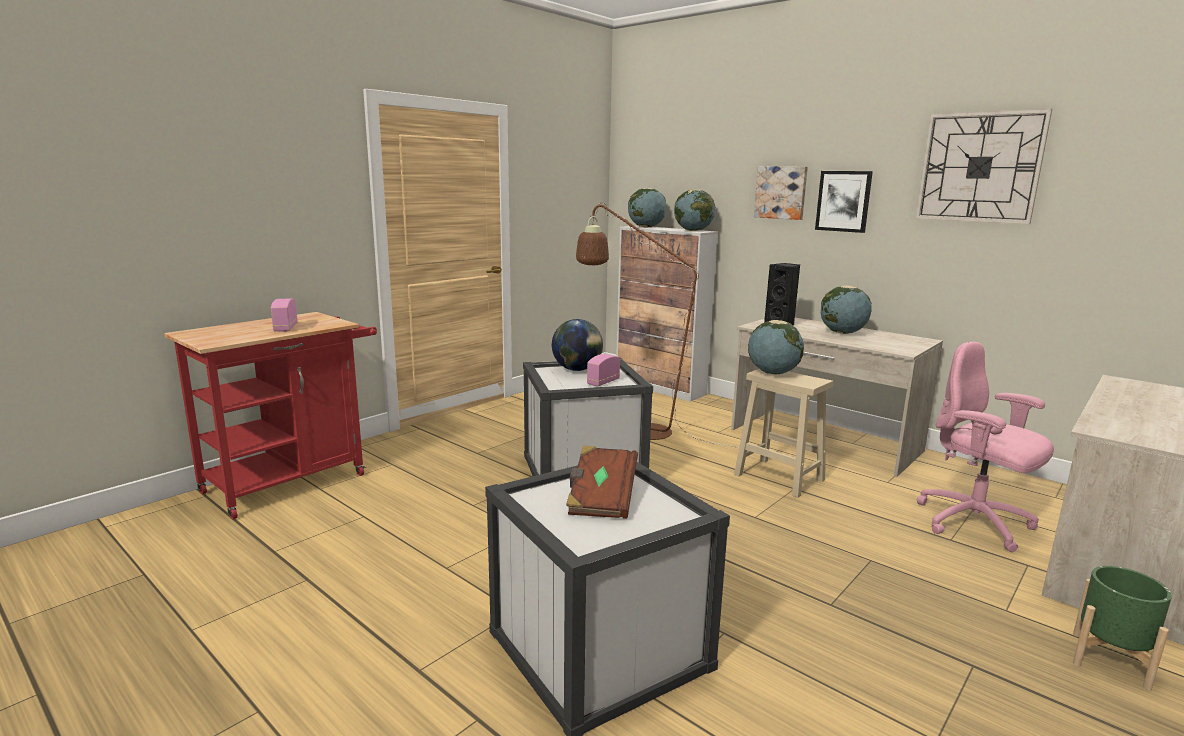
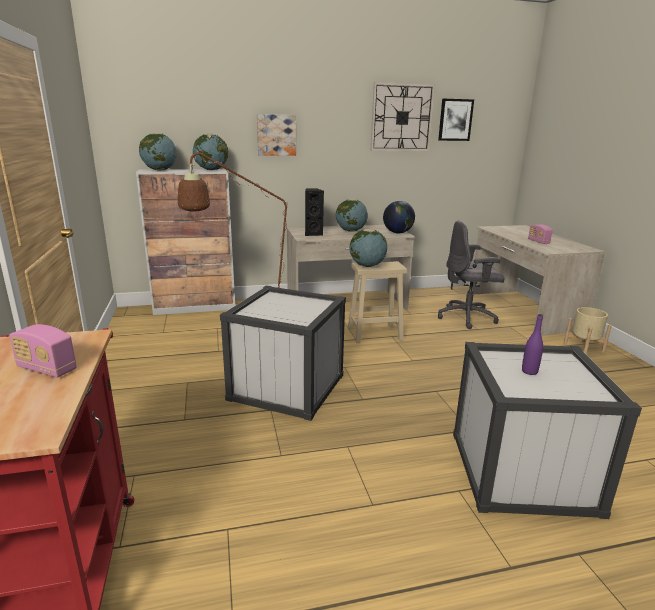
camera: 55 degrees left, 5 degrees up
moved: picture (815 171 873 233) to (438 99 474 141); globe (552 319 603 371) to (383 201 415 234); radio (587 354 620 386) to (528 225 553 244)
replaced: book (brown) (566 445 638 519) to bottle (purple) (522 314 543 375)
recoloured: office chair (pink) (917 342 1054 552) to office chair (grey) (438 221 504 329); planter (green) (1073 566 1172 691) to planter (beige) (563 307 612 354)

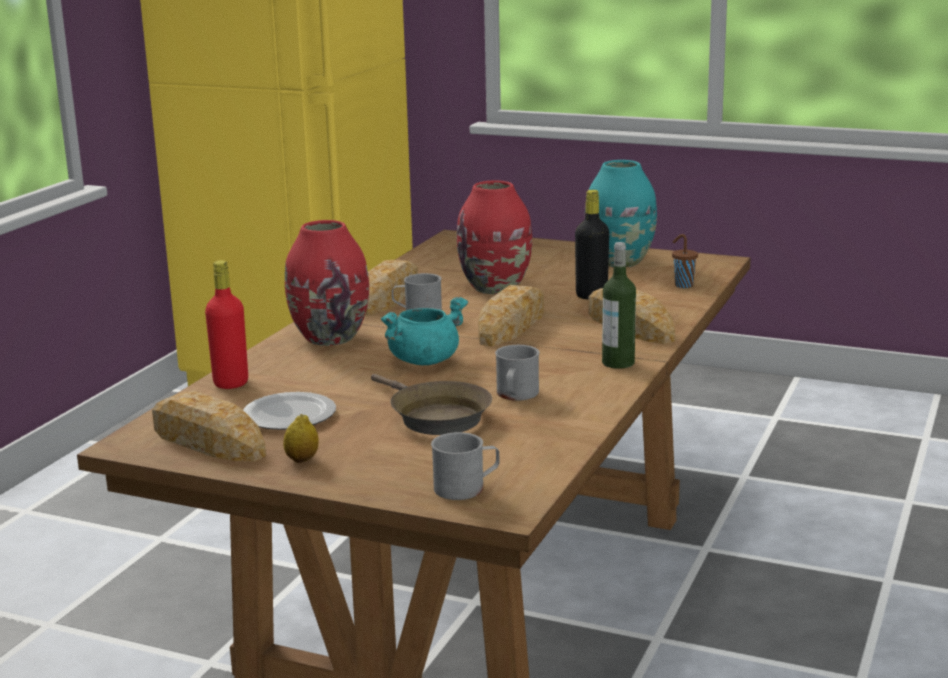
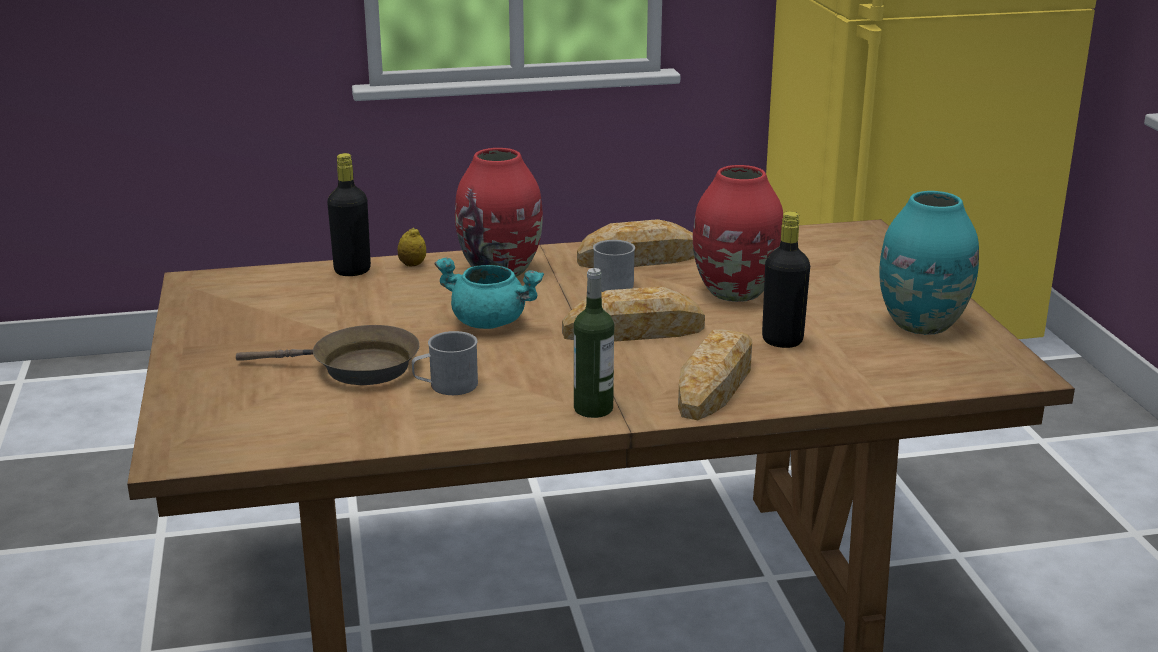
camera: 55 degrees right, 5 degrees up
removed: cup (brown) (672 234 698 288); bread (152 391 266 462); plate (243 392 336 430); mug (grey) (431 432 499 500)
moved: lemon (283 414 319 463) to (398 227 426 266)
recoloured: bottle (red) (205 260 248 389) to bottle (black) (327 153 371 276)
turned: frying pan (brown) (371 374 492 435) = (236 325 419 385) 105 degrees counterclockwise

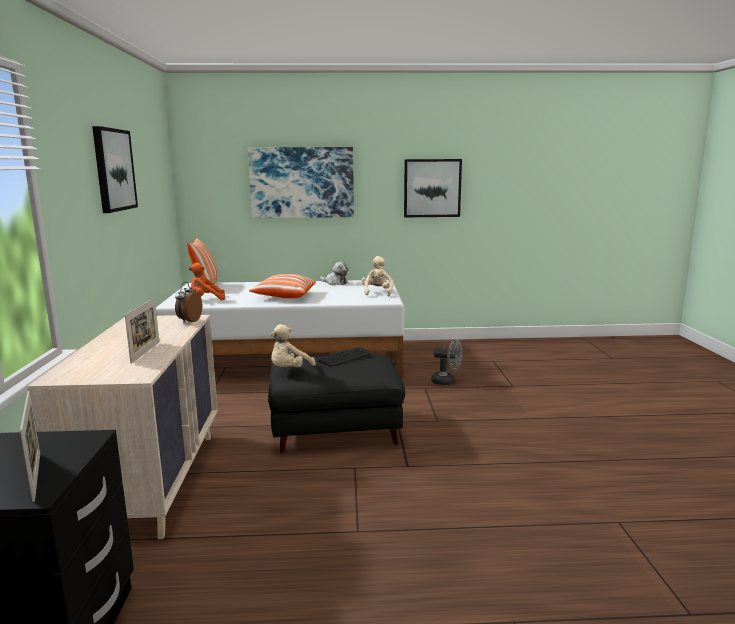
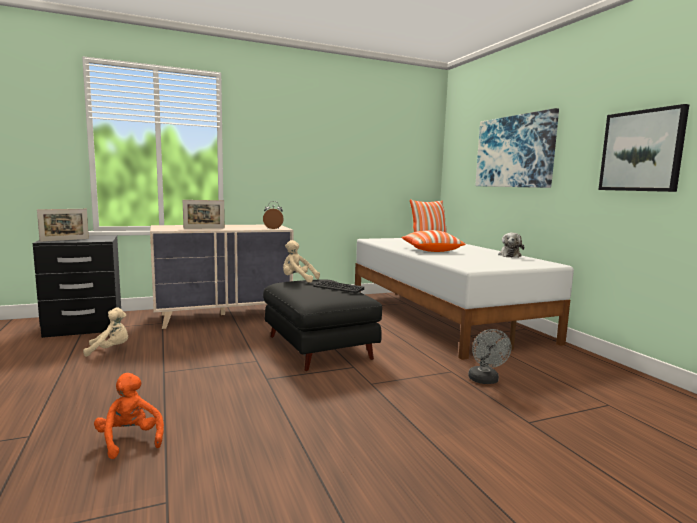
camera: 70 degrees right, 5 degrees down
removed: picture (92 126 138 213)
moved: plush toy (beige) (362 256 393 296) to (83 308 128 357); plush toy (orange) (189 263 225 300) to (94 373 164 459)

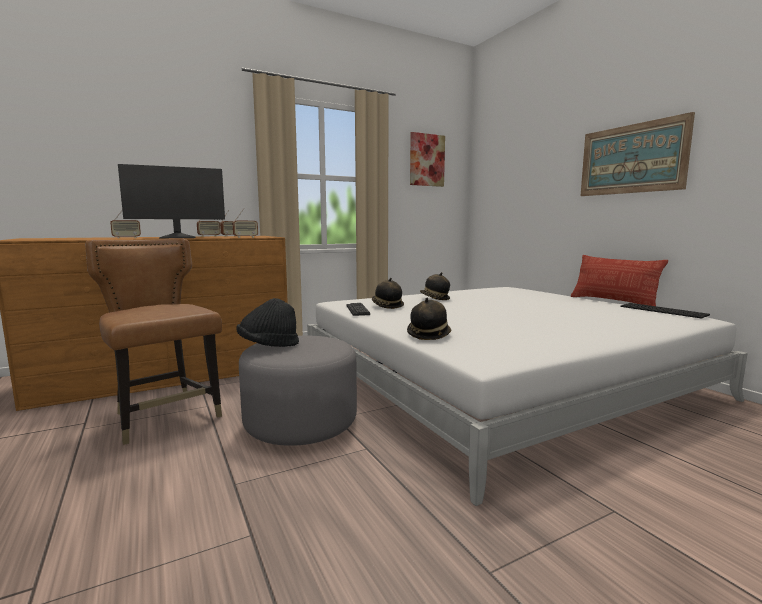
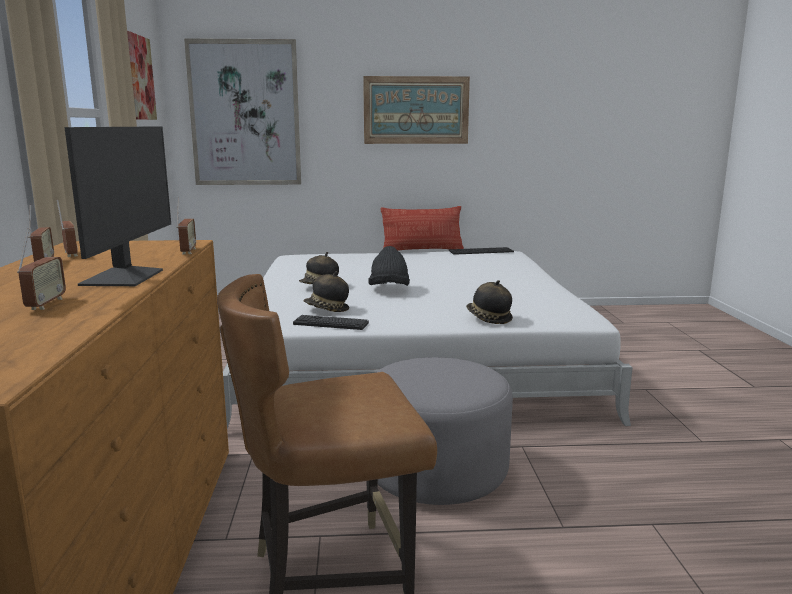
camera: 65 degrees left, 5 degrees up
added: picture (184 38 301 185)
moved: hat (black) (237 298 299 347) to (368 246 410 286)

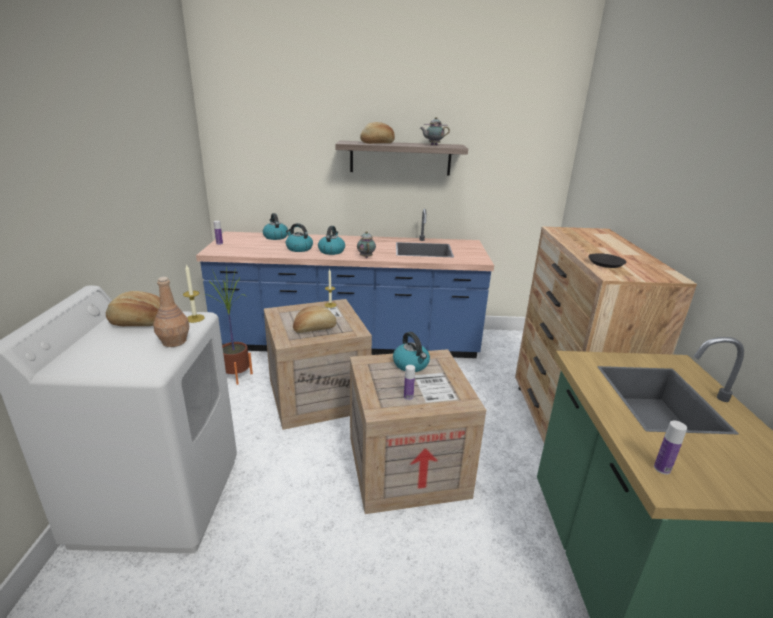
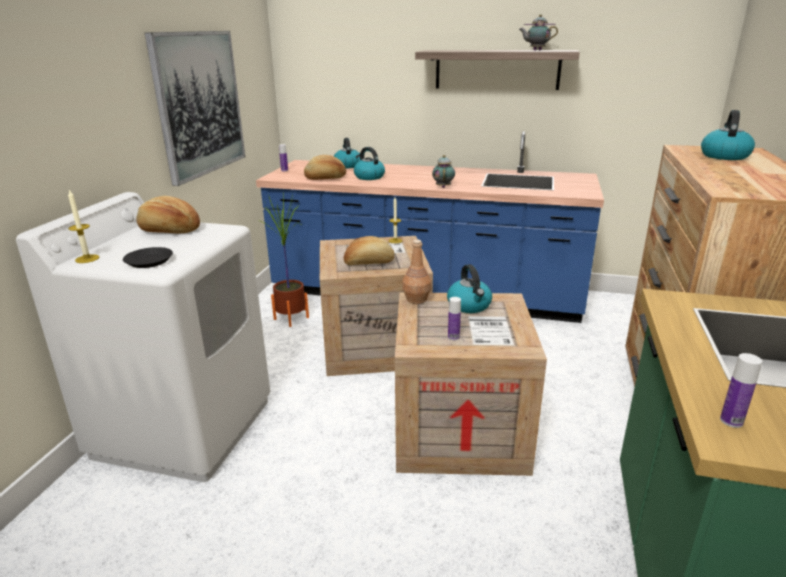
camera: 15 degrees right, 0 degrees up
added: picture (145 31 245 186)
moved: bread (360 122 395 144) to (304 155 346 180); kettle (318 226 345 255) to (701 110 755 160); plate (black) (588 253 626 268) to (123 247 173 268); candle (183 264 205 323) to (68 190 99 263); bottle (brown) (153 277 189 347) to (402 239 432 304)

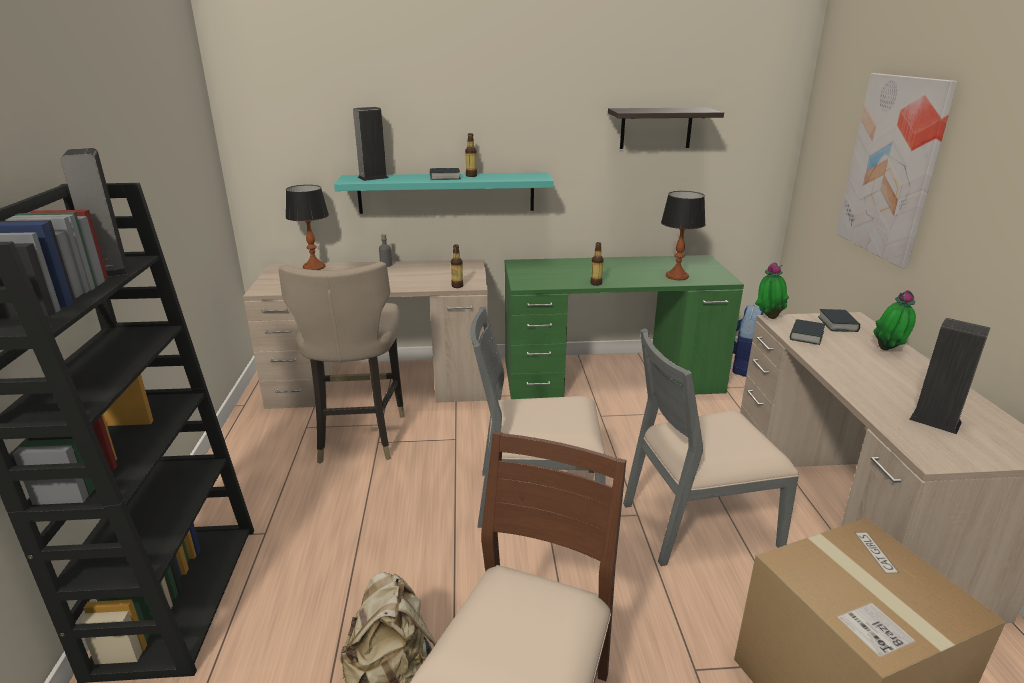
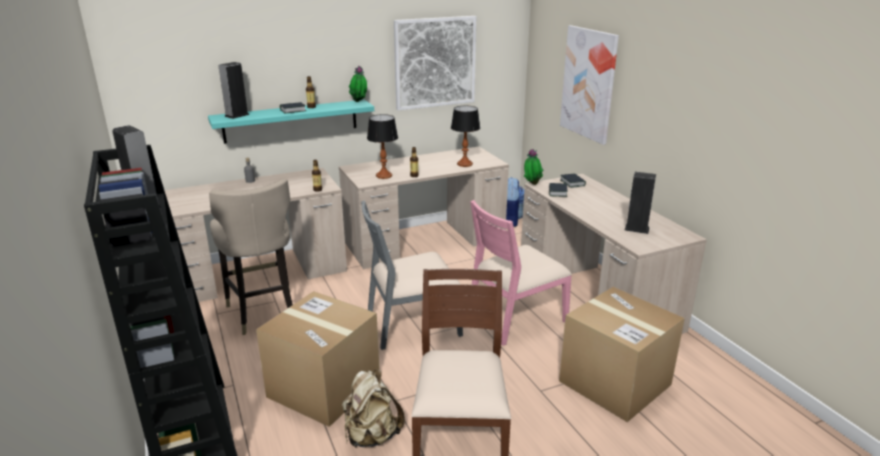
camera: 20 degrees left, 0 degrees up
added: cardboard box (256 291 380 427)
moved: table lamp (286 185 329 270) to (367 114 398 179); potted plant (873 290 916 350) to (349 66 367 102)
replaced: shelf (608 108 724 149) to picture (394 16 476 110)
recoloured: desk (green) (505 255 744 399) to desk (beige) (339 147 509 269); chair (grey) (623 328 799 566) to chair (pink) (470 200 572 346)

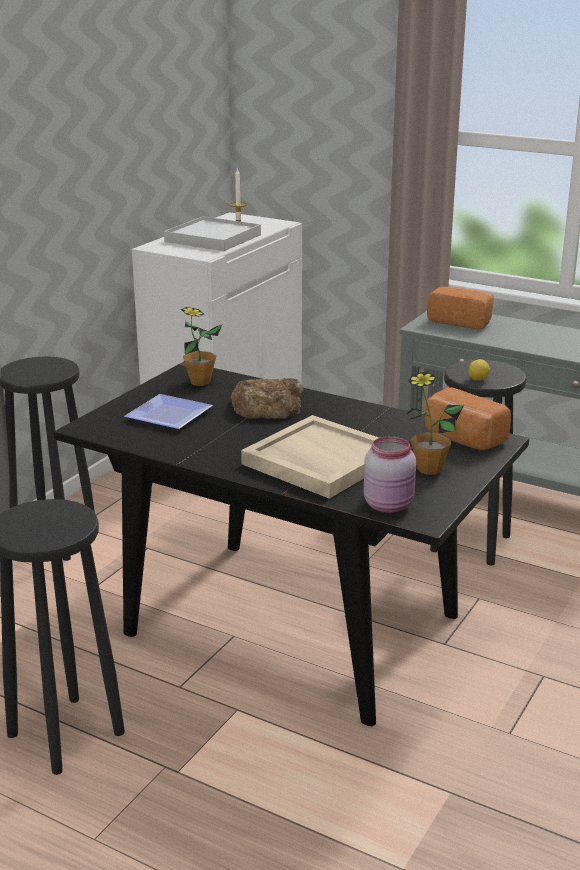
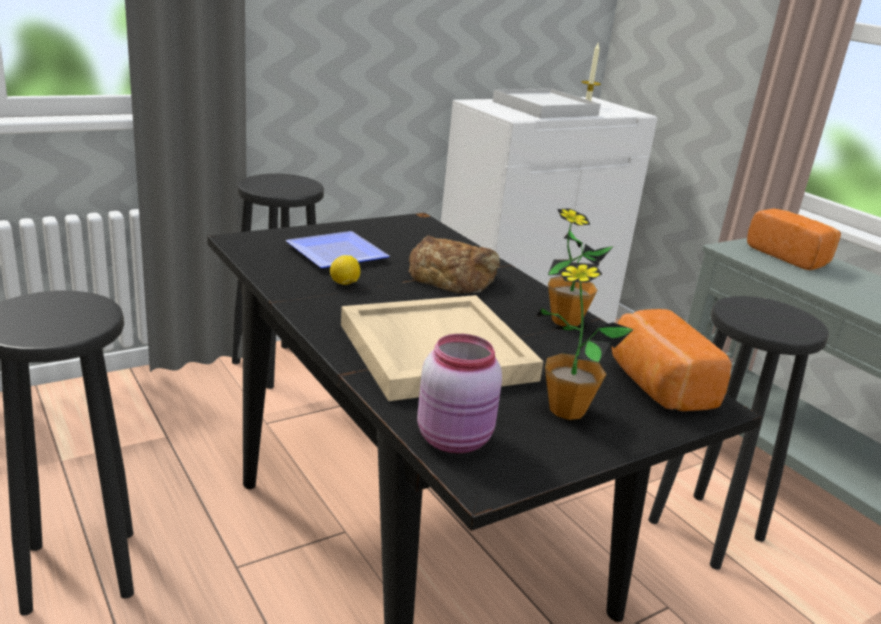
camera: 25 degrees right, 0 degrees up
moved: potted plant (181 307 222 386) to (548 208 614 326); lemon (469 359 490 381) to (330 255 360 285)

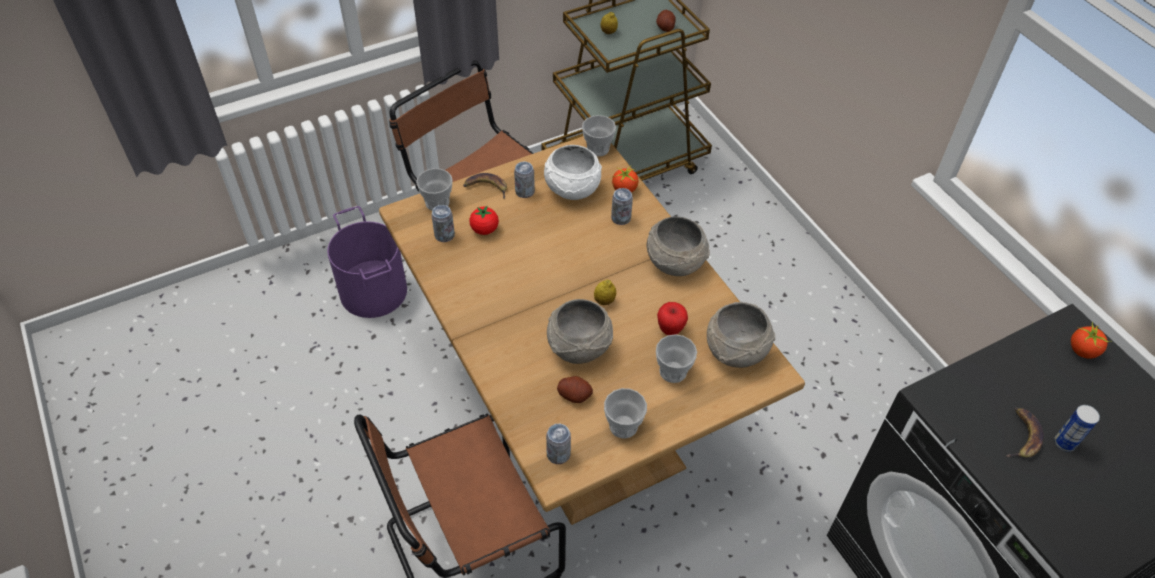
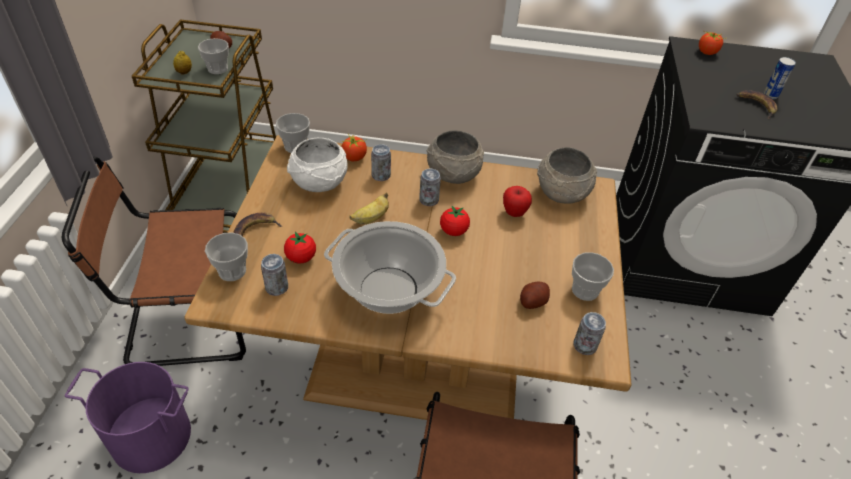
camera: 55 degrees left, 5 degrees down
removed: bowl (grey) (547 299 613 364)
added: banana (349 192 389 224); cooking pot (324 221 456 314)
moved: can (514 162 535 198) to (419 169 441 206); cup (656 334 697 383) to (198 38 229 74)
replaced: lemon (594 280 616 305) to tomato (440 206 470 236)

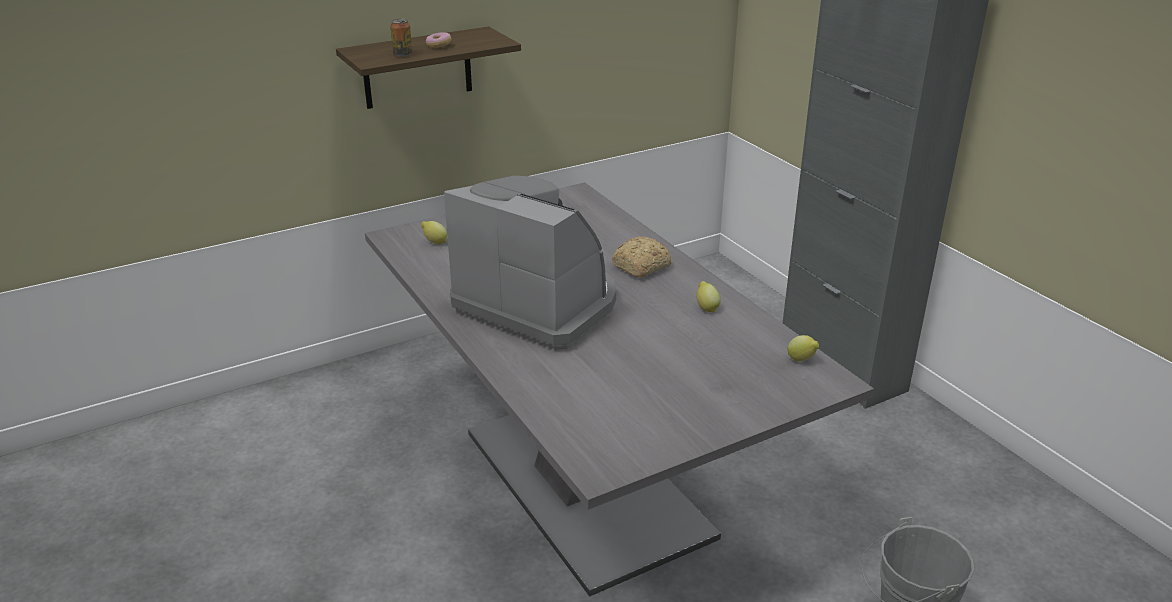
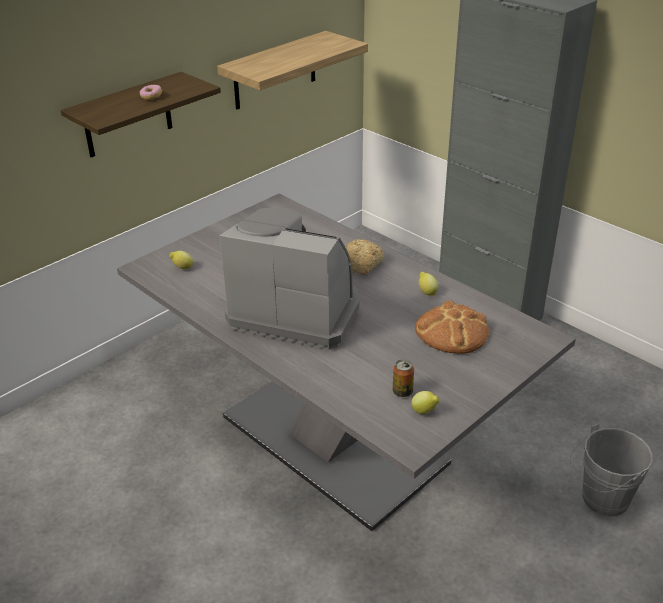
camera: 15 degrees left, 5 degrees up
added: shelf (217 31 368 109); bread (415 300 489 354)
moved: can (390 19 413 57) to (393 359 414 397); lemon (787 335 819 362) to (411 391 439 414)

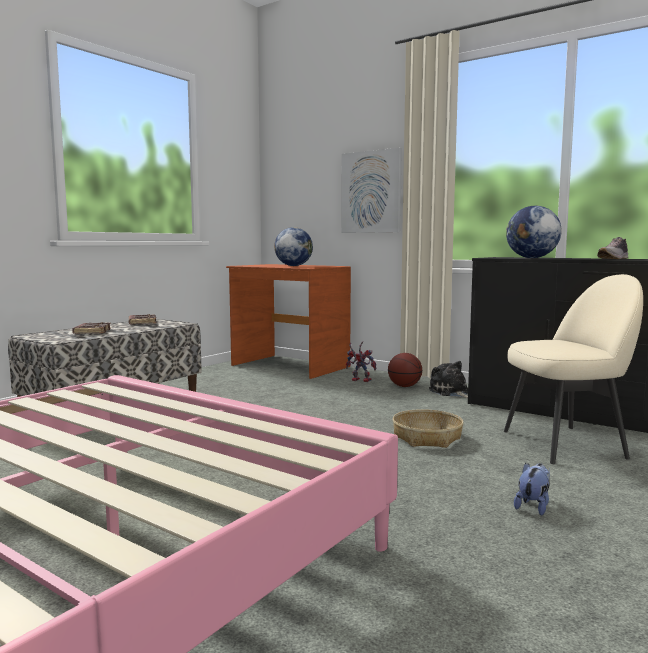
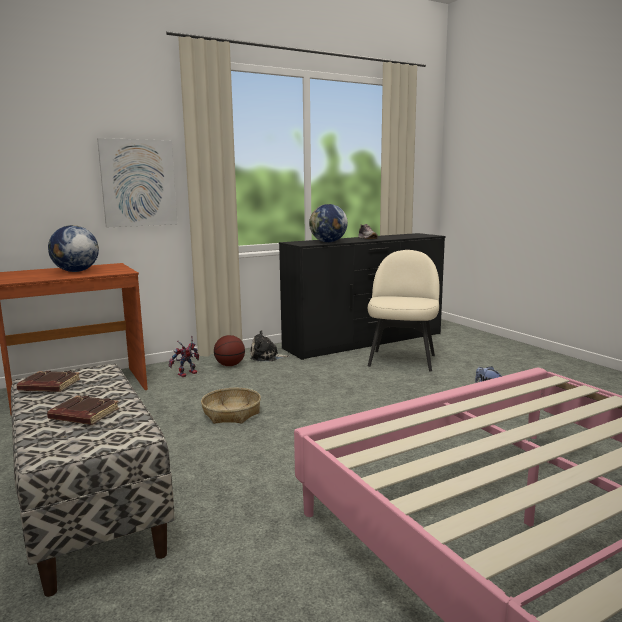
camera: 65 degrees left, 5 degrees up
moved: basket (392 409 464 448) to (201 388 261 424)

